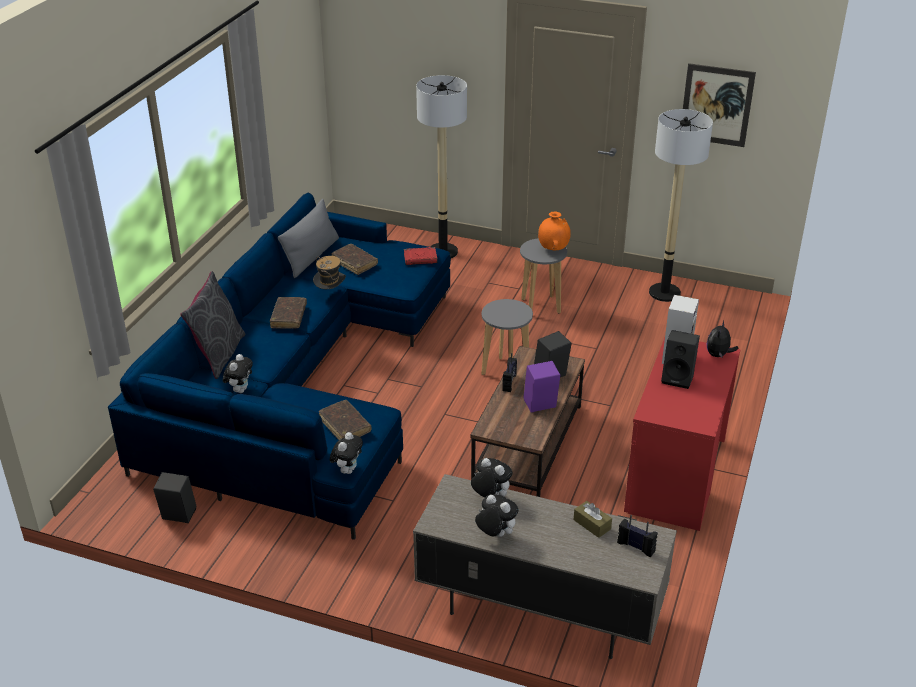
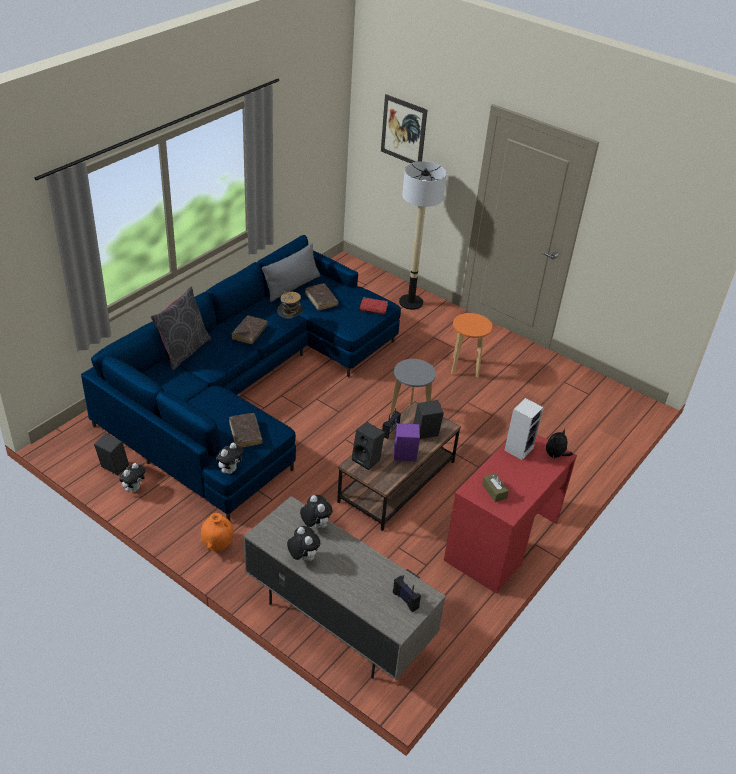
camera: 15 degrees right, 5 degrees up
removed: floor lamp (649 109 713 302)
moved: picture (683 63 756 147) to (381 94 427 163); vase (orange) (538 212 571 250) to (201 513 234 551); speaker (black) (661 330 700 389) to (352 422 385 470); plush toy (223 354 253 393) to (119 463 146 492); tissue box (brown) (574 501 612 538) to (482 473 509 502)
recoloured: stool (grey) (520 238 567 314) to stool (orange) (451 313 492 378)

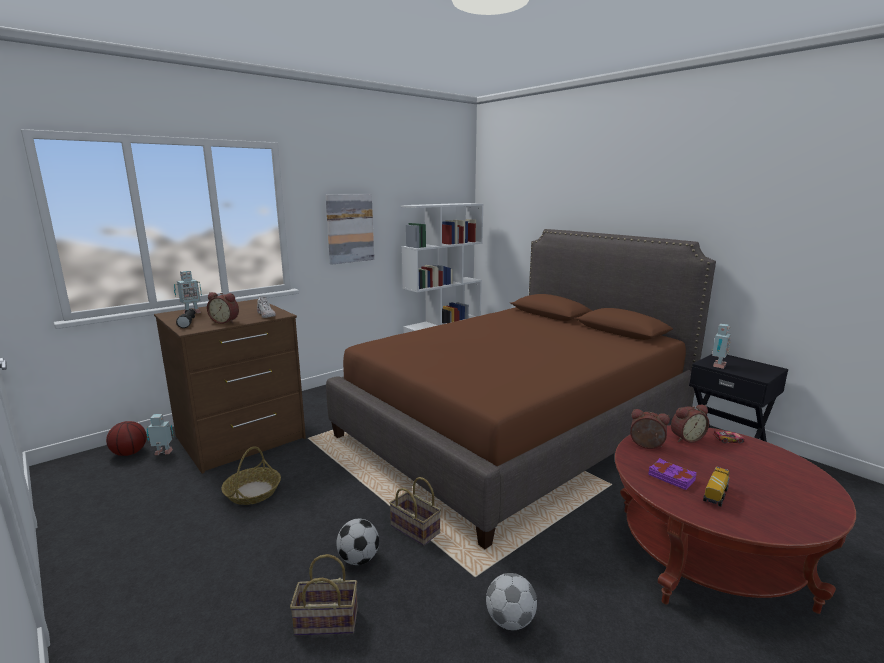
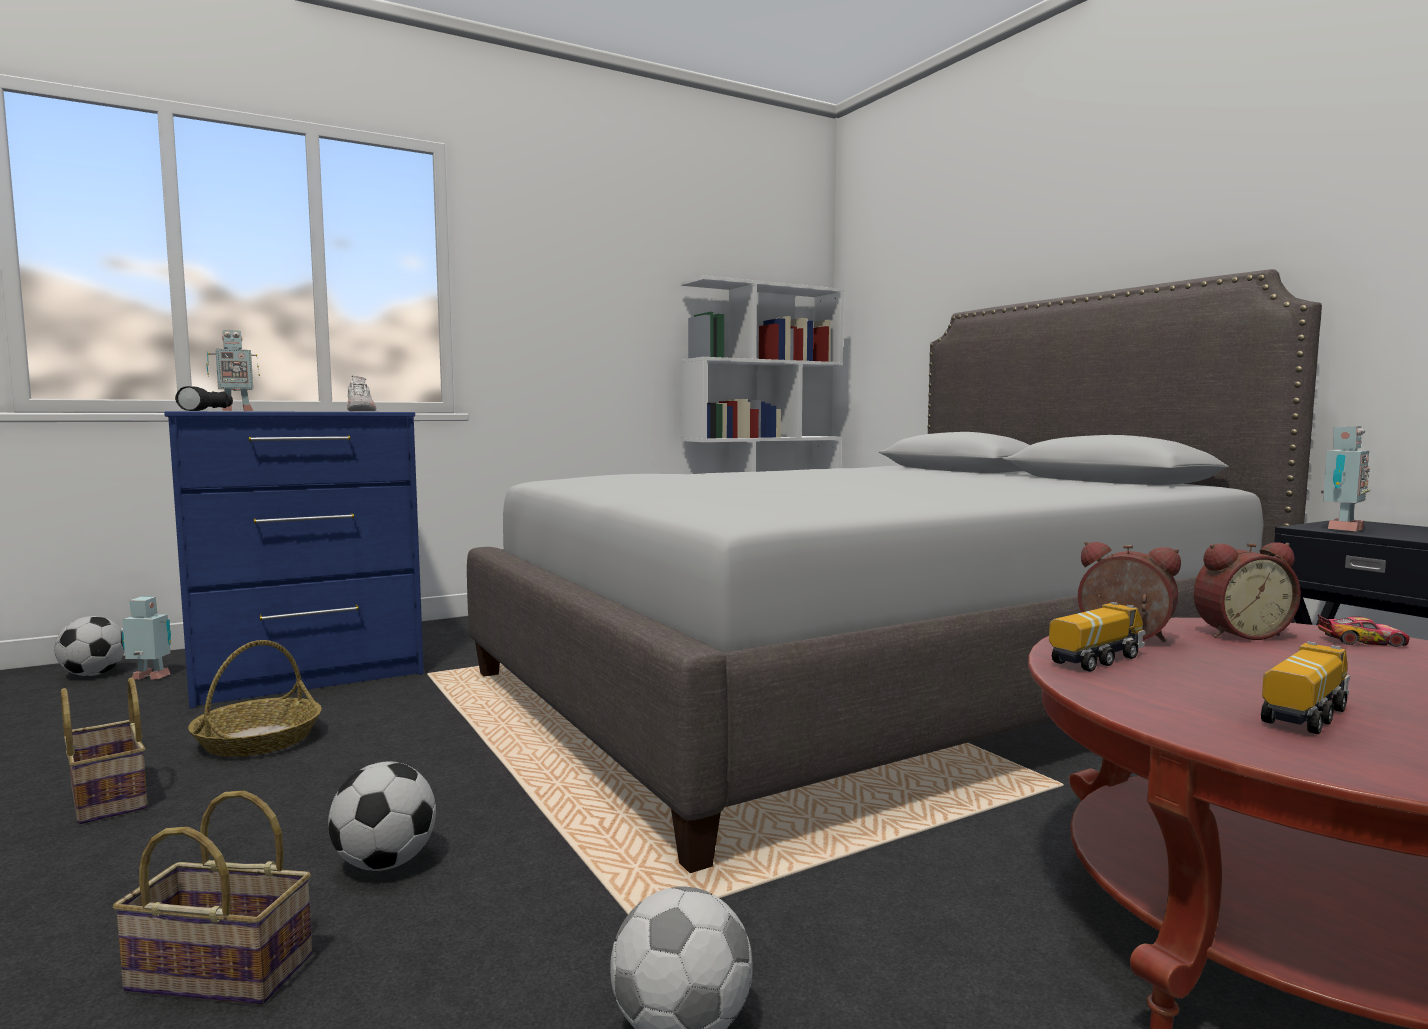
camera: 10 degrees right, 10 degrees down
removed: picture (326 194 374 264); alarm clock (207 292 239 324); book (purple) (648 458 697 490)
added: toy truck (1049 602 1146 671)
moved: basket (389 477 441 546) to (61 678 148 825)
replaced: basketball (106 421 147 456) to football (54 616 125 676)
recoloured: bed (brown) (326 229 716 549) to bed (grey) (467 269 1322 873); dresser (brown) (154 299 306 474) to dresser (blue) (164 411 424 709)

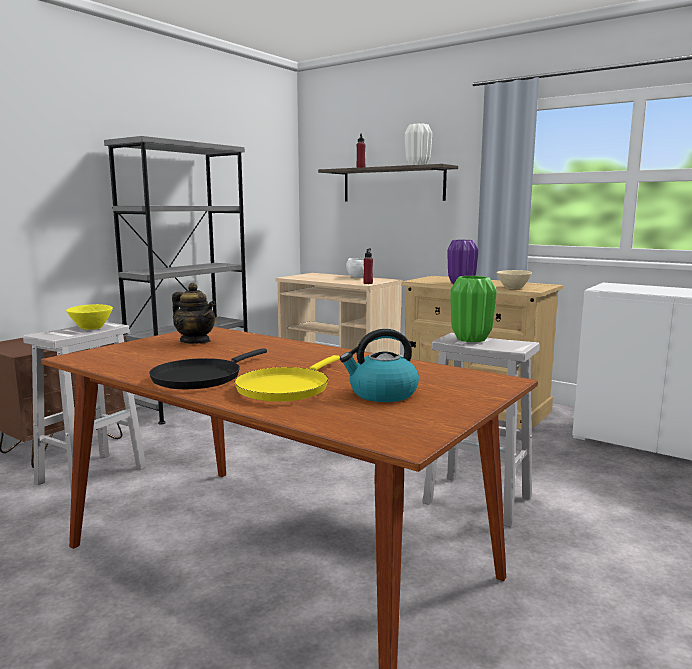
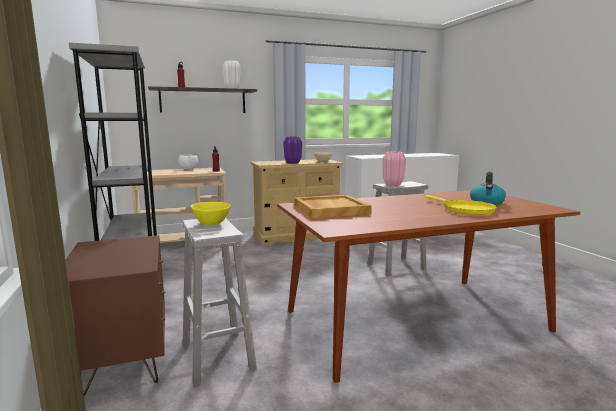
camera: 55 degrees left, 0 degrees up
removed: frying pan (black) (149 348 267 389)
replaced: teapot (172 283 216 344) to tray (beige) (294 195 372 218)
recoloured: vase (green) (450 276 497 342) to vase (pink) (383 152 406 186)

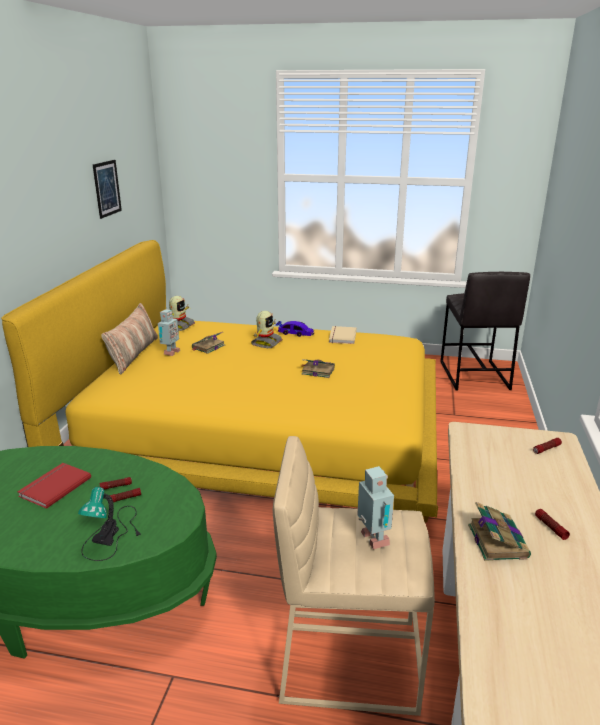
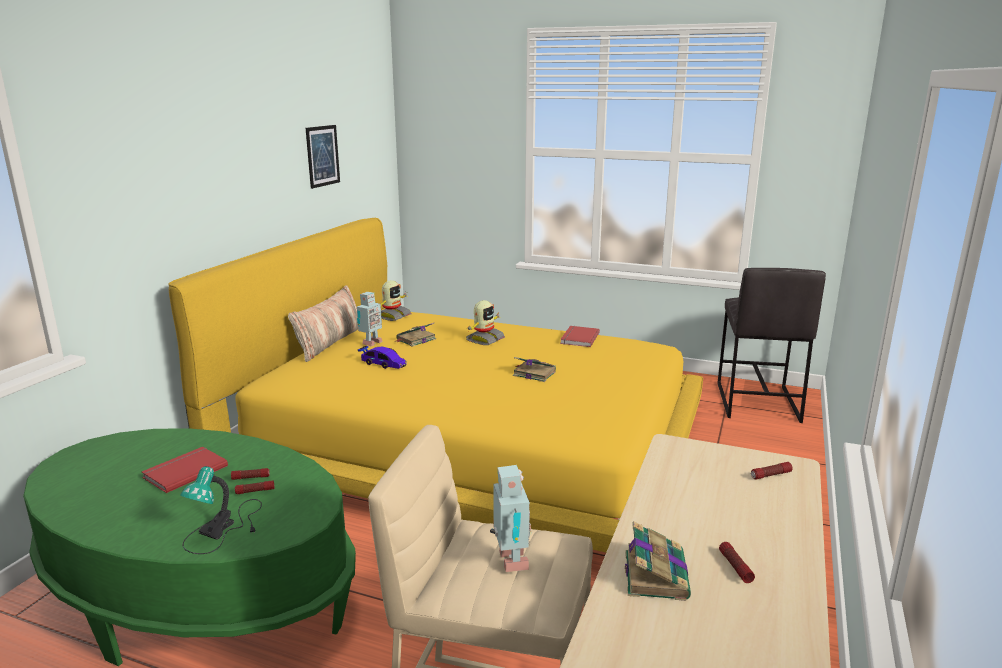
camera: 10 degrees right, 5 degrees down
moved: toy car (276 321 314 337) to (358 346 407 369)
recoloured: book (beige) (329 326 357 344) to book (red) (560 326 600 347)

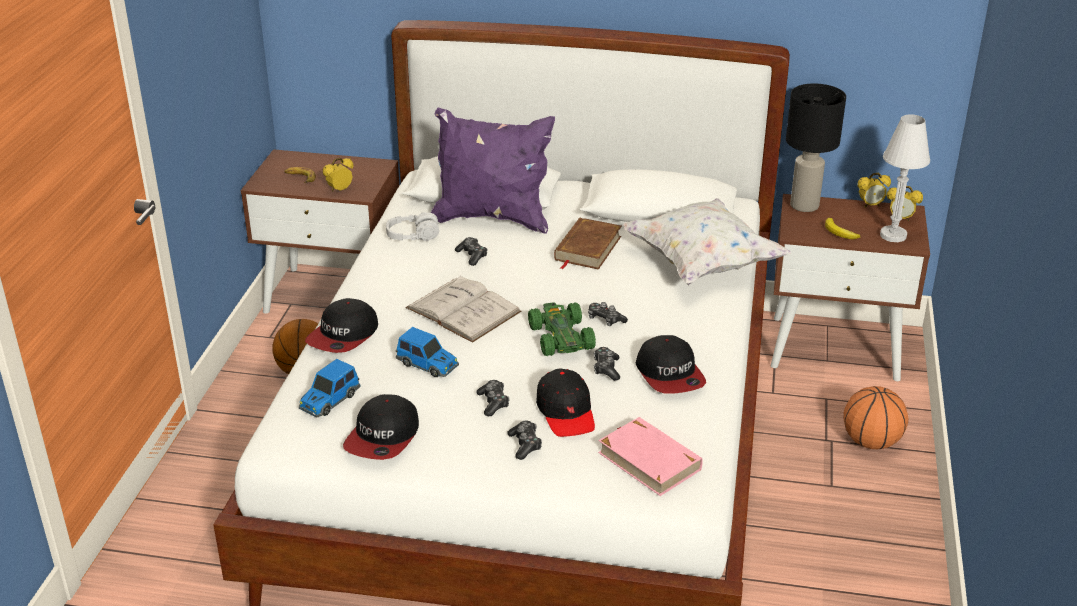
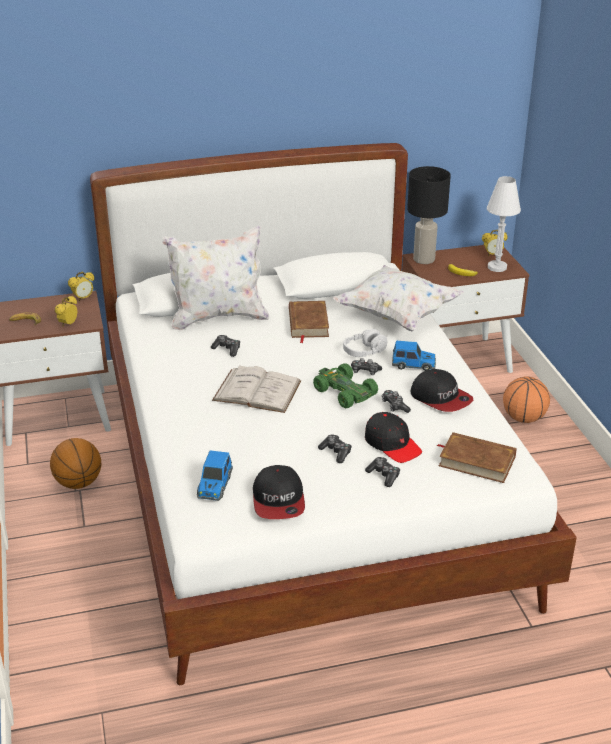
camera: 25 degrees left, 0 degrees up
removed: cap (305 298 378 353)
moved: alarm clock (857 173 891 208) to (68 272 94 301); headphones (grey) (386 212 439 241) to (343 329 388 357); toy car (396 327 459 377) to (392 341 436 371)
recoloured: pillow (purple) (431 108 555 234) to pillow (white) (162 226 269 330); book (pink) (598 417 703 496) to book (brown) (437 432 517 483)

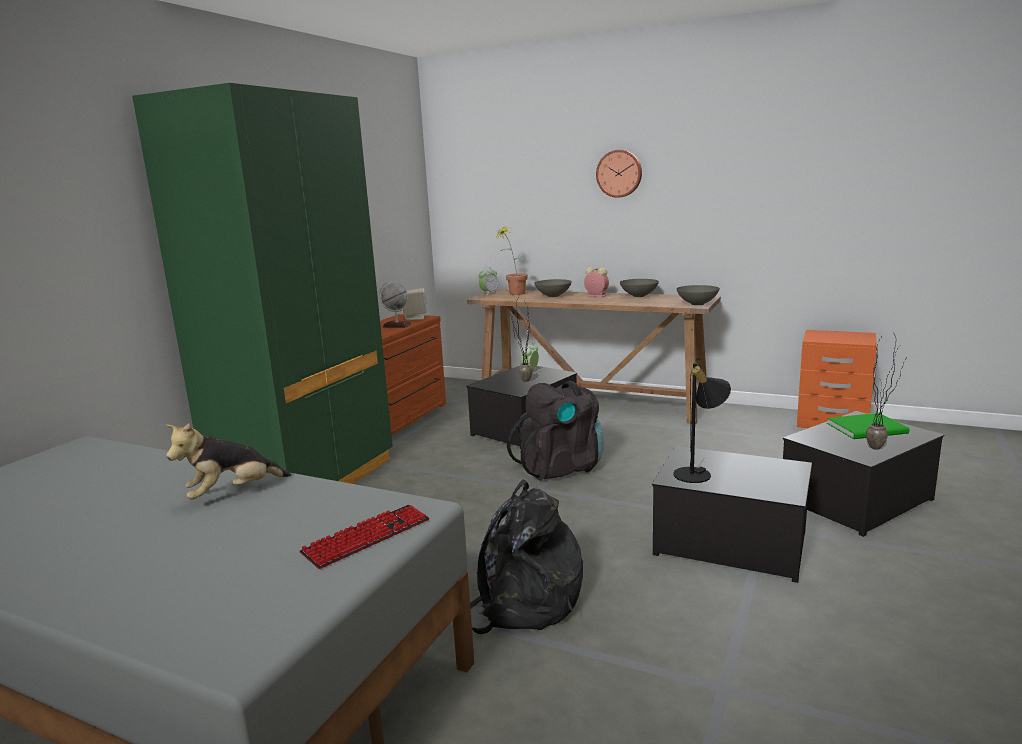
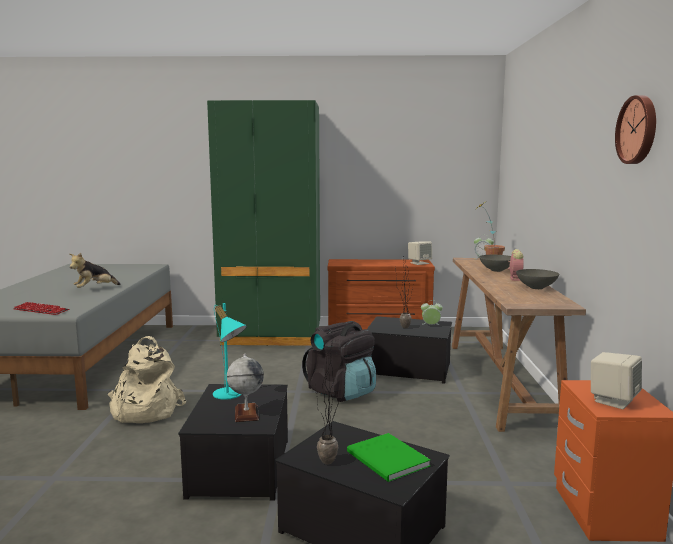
camera: 65 degrees right, 5 degrees down
removed: bowl (grey) (677 285 720 305)
added: speaker (beige) (591 352 642 409)
moved: wall clock (596 150 642 198) to (615 95 656 164); globe (379 282 412 328) to (227 354 264 422)
recoloured: table lamp (black) (673 363 731 483) to table lamp (turquoise) (213 303 247 400); backpack (black) (470 480 583 634) to backpack (beige) (107 336 186 423)
turned: plush toy (166 424 291 500) = (70 253 121 288) 75 degrees counterclockwise

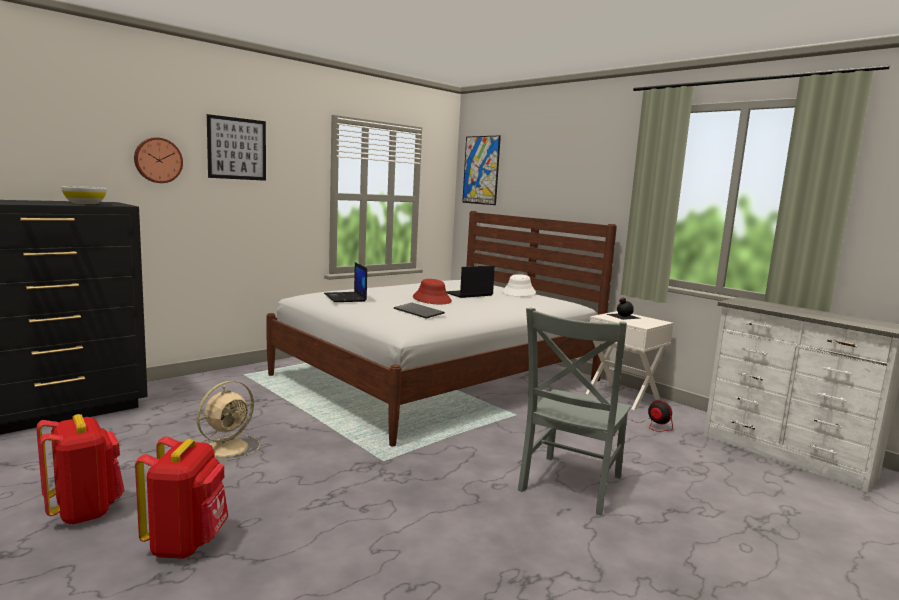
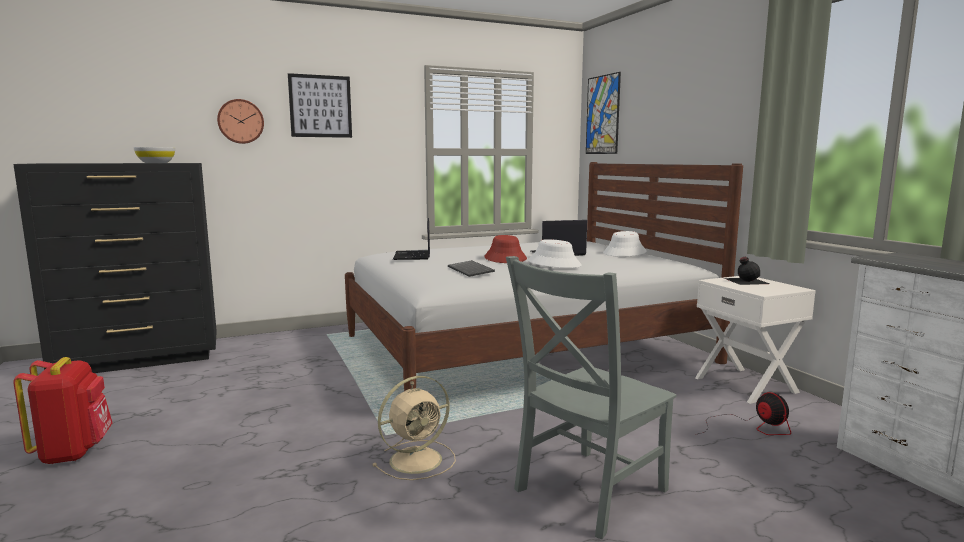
camera: 20 degrees right, 0 degrees up
removed: backpack (red) (135 436 228 559)
added: hat (white) (528 239 582 268)
moved: fan (beige) (197 381 260 461) to (373 376 456 480)

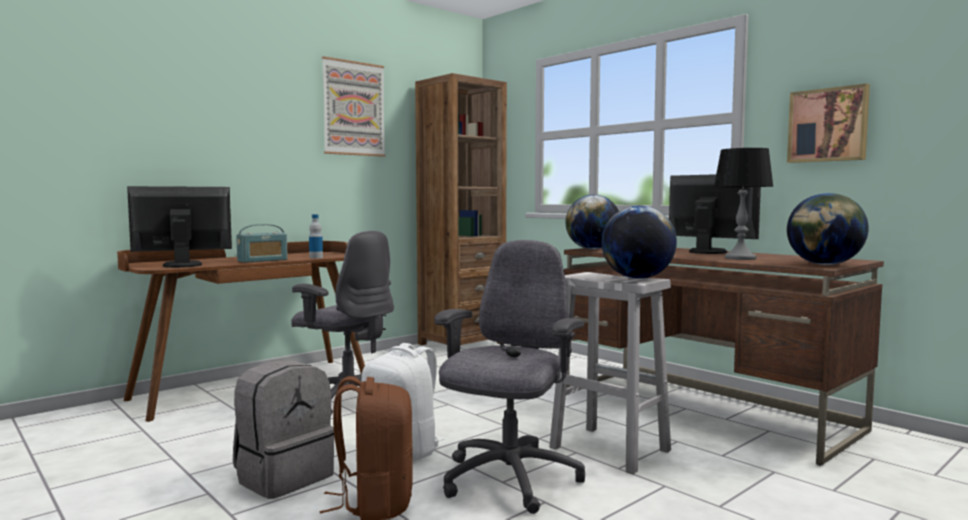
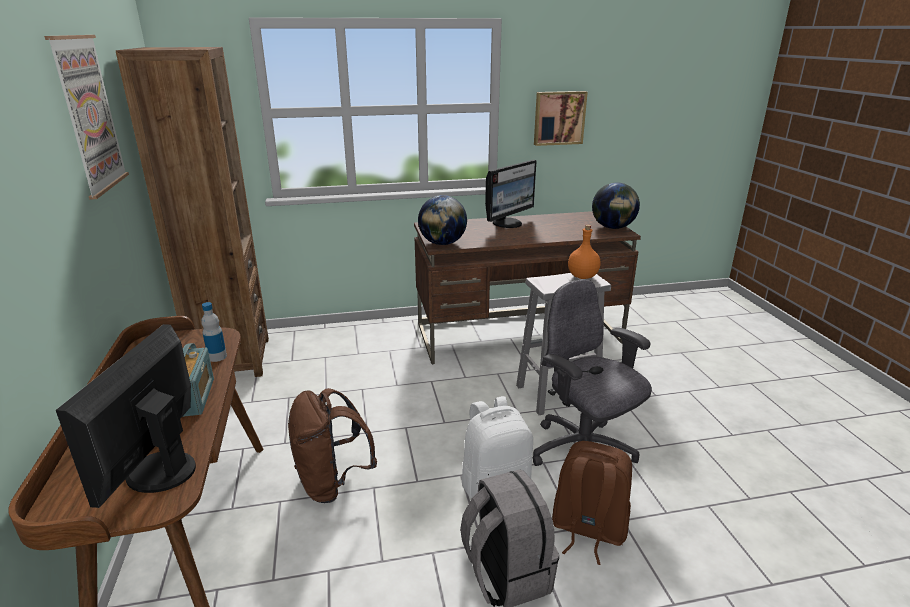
camera: 60 degrees left, 20 degrees up
removed: table lamp (714 148 773 260)
replaced: globe (602 205 677 279) to bottle (orange) (568 224 601 279); office chair (grey) (291 231 394 415) to backpack (brown) (288 388 377 503)
turned: monitor (669 174 761 254) = (485 160 537 228) 150 degrees clockwise

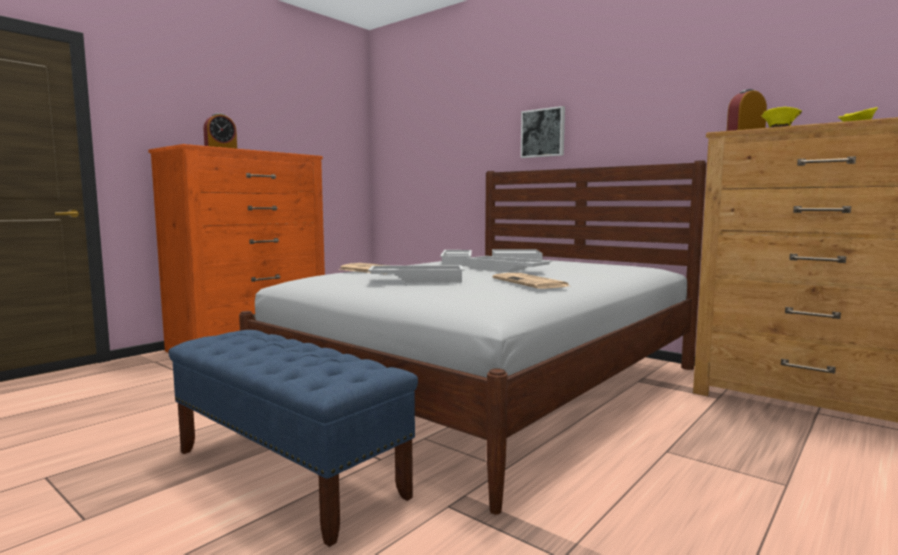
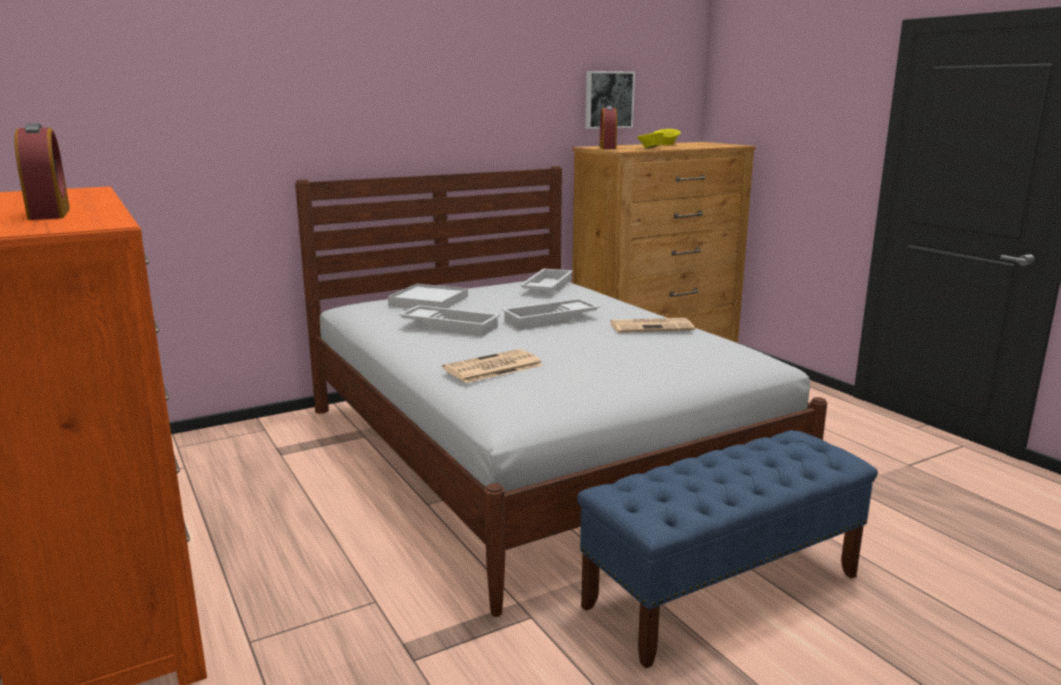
camera: 70 degrees left, 10 degrees up
moved: picture (521 106 565 158) to (585 71 635 129); tray (white) (368 265 464 283) to (520 269 573 291)

